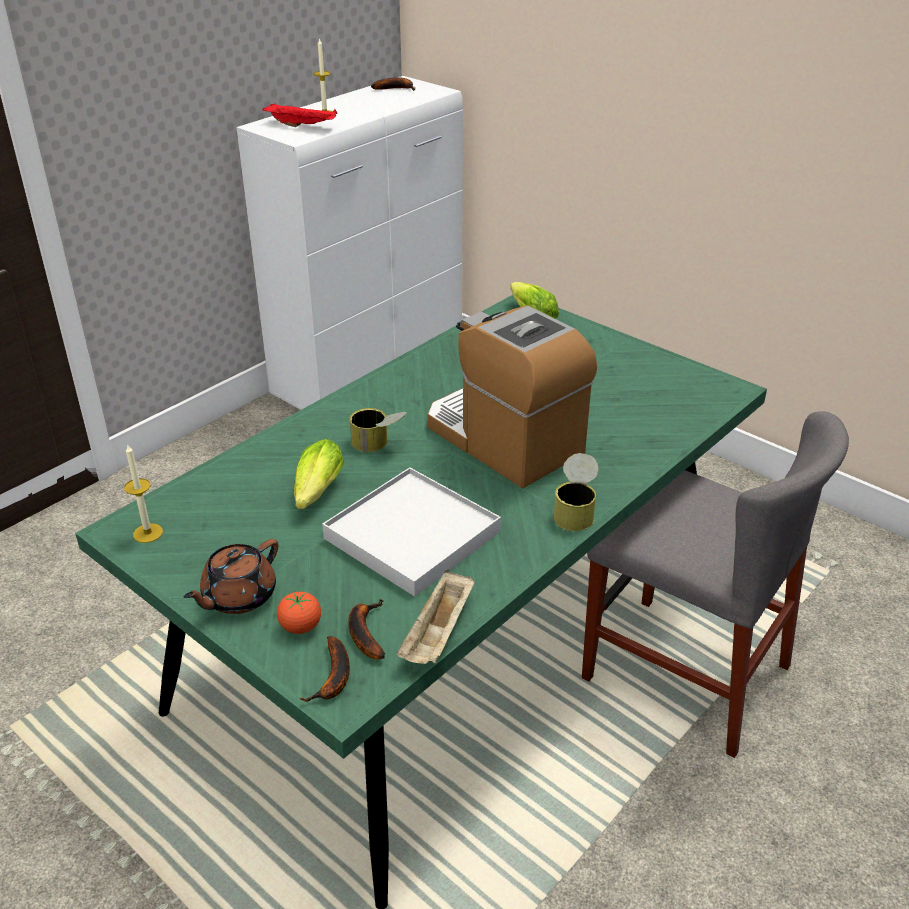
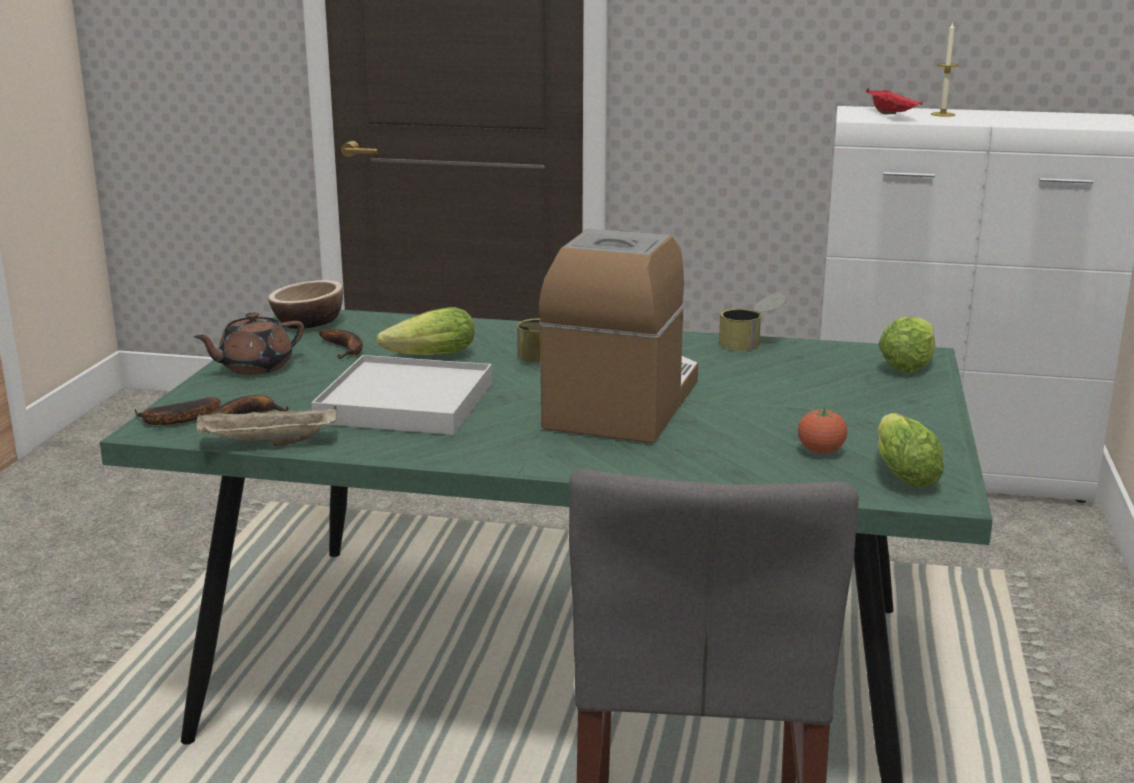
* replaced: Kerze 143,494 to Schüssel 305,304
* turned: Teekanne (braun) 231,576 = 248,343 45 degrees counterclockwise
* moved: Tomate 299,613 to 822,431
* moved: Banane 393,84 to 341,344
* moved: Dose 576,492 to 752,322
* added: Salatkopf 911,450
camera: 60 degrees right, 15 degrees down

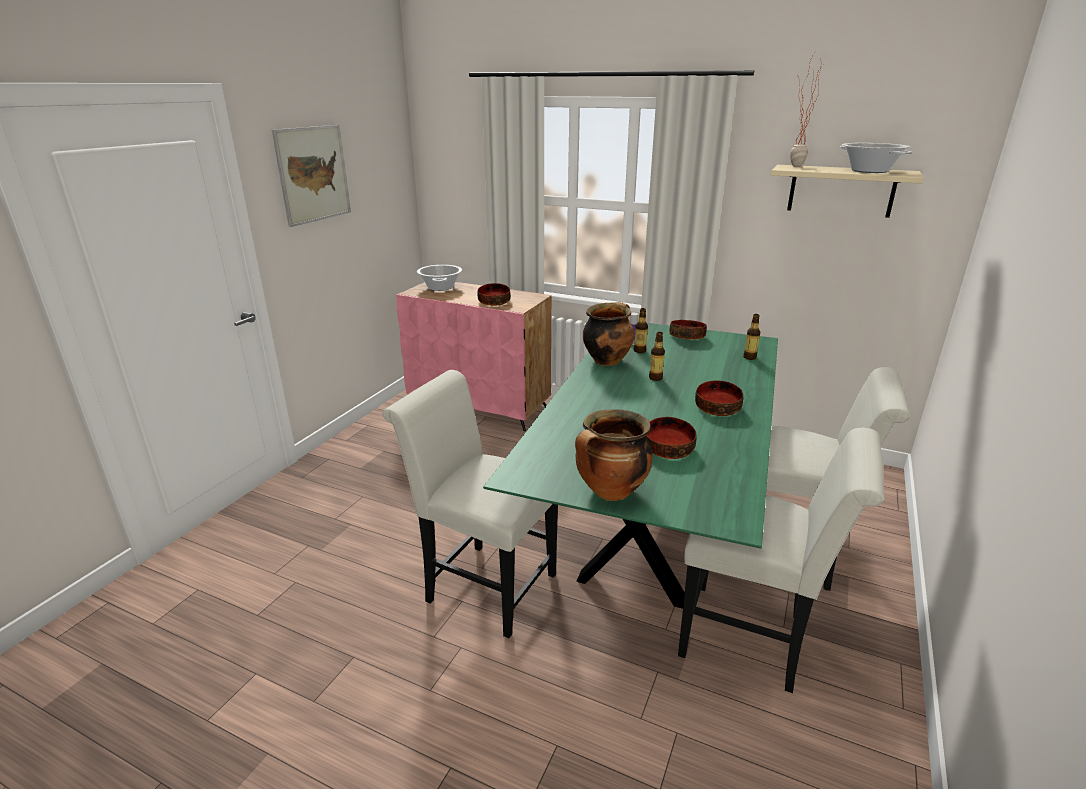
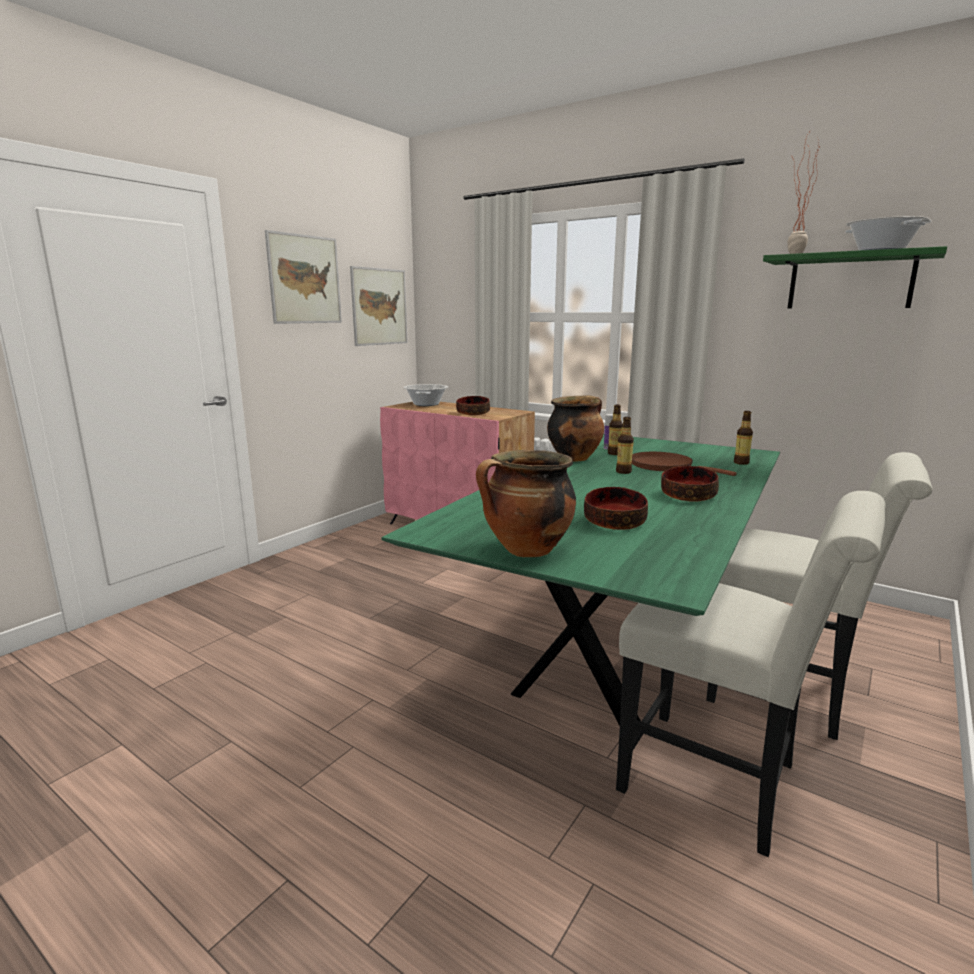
* removed: Stuhl (weiß) 470,504
* removed: Schüssel 688,330
* recoloured: Wandregal (beige) 847,191 to Wandregal (grün) 855,277
* added: Bild 379,306
* added: Pfanne (braun) 684,464
camera: 10 degrees right, 10 degrees down

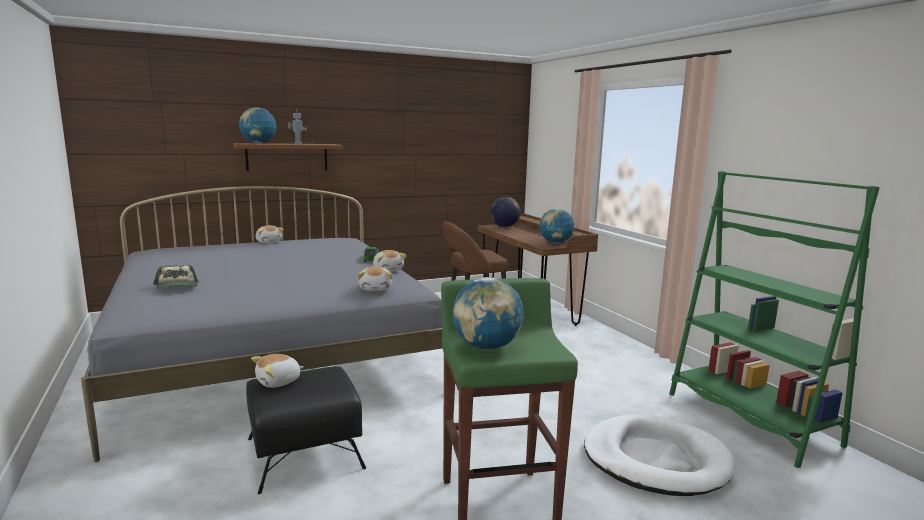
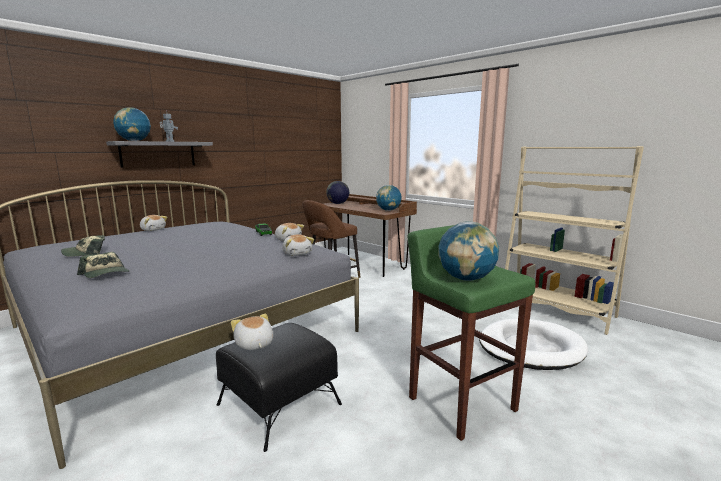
* recoloured: Wandregal (braun) 288,157 to Wandregal (grau) 159,154
* turned: Plüschtier 277,371 = 252,332 120 degrees clockwise
* recoloured: Bücherregal (grün) 774,319 to Bücherregal (beige) 574,240
* added: Kappe 83,246
camera: 20 degrees left, 0 degrees up

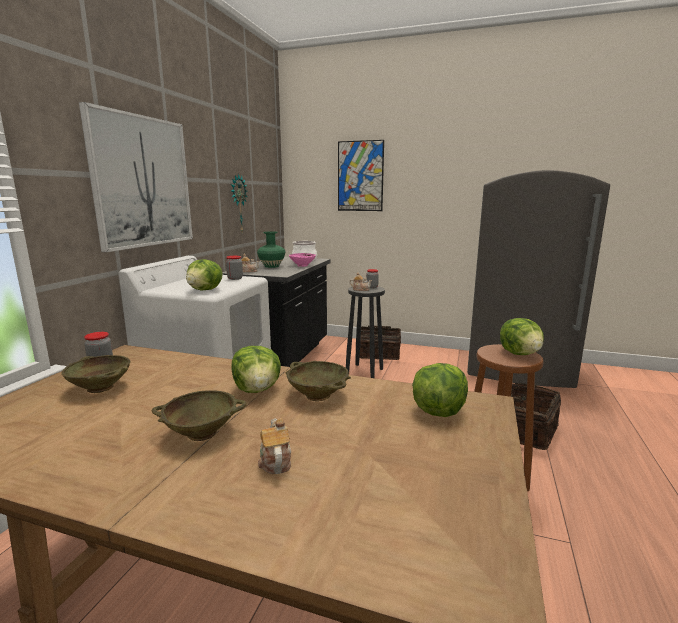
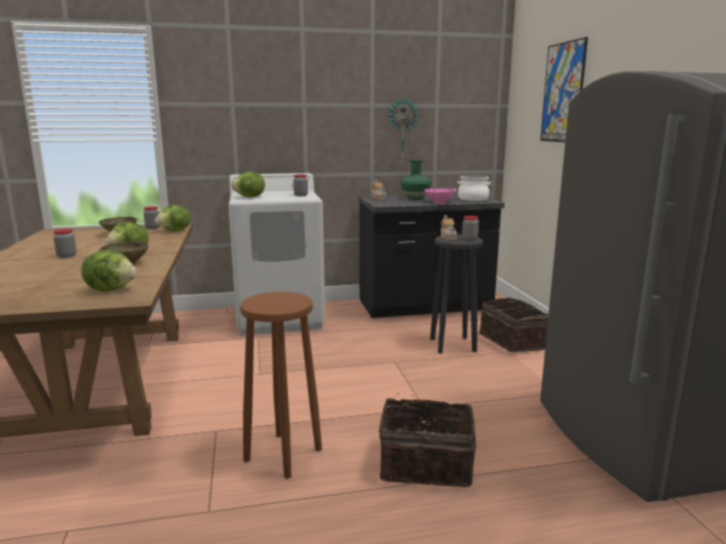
* removed: Bild 136,177
* replaced: Schüssel (beige) 199,415 to Vorratsglas 64,243
* removed: Teekanne 274,446
* moved: Salatkopf 522,336 to 172,218
camera: 60 degrees right, 0 degrees up

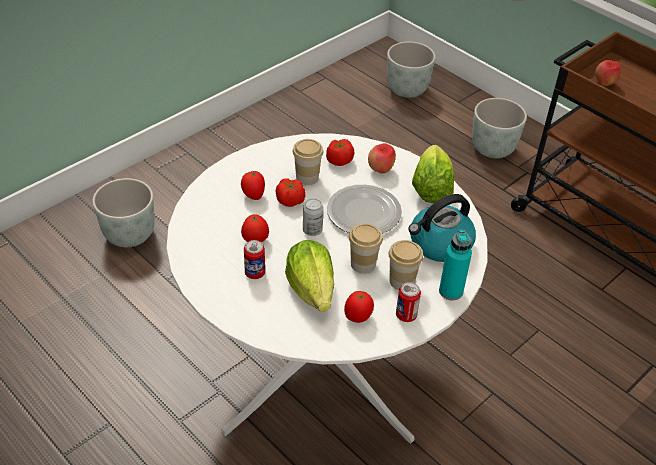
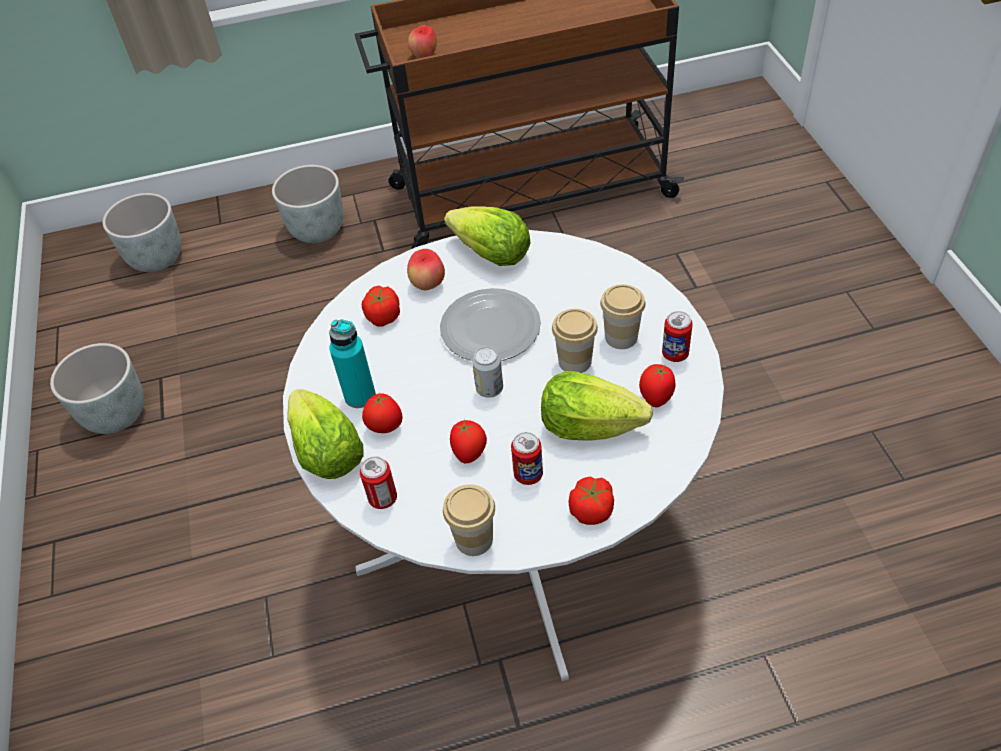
* moved: Pflanzkübel (grau) 123,212 to 97,388
* moved: Tomate 291,192 to 591,500
* moved: Tasse 308,162 to 469,520
* removed: Wasserkessel 442,228
* moved: Flasche (türkis) 455,265 to 352,363
* added: Salatkopf 325,434
* added: Dose 378,482
camera: 55 degrees left, 5 degrees up

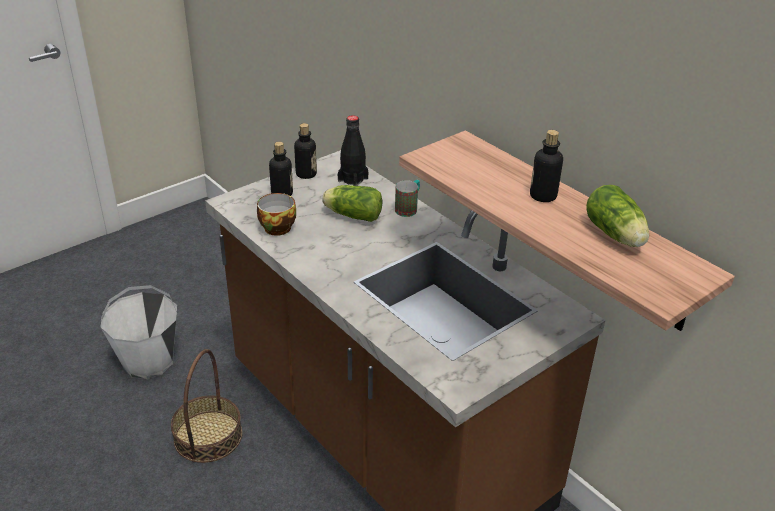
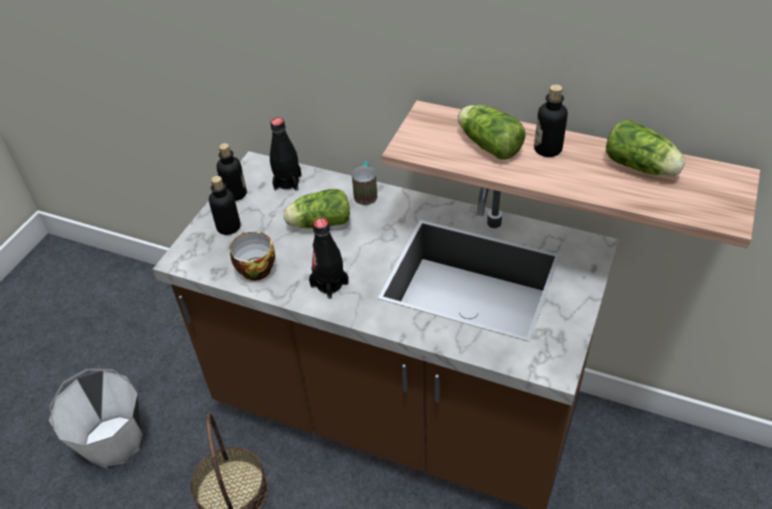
* added: Flasche (schwarz) 329,258
* added: Salatkopf 492,132
camera: 25 degrees left, 10 degrees up

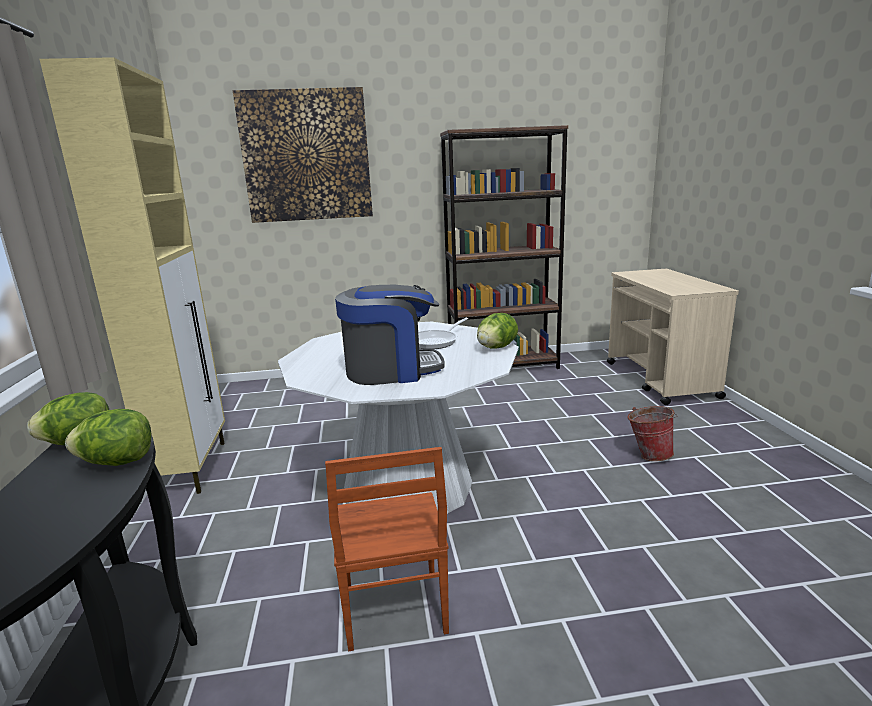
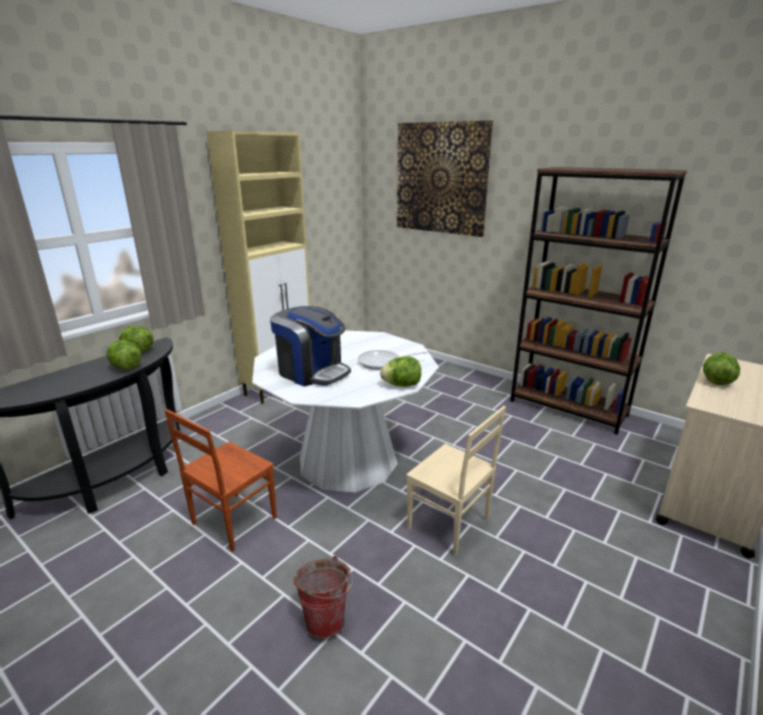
* moved: Eimer 652,433 to 323,597
* added: Stuhl (beige) 456,481
* added: Salatkopf 721,369
camera: 45 degrees right, 5 degrees up

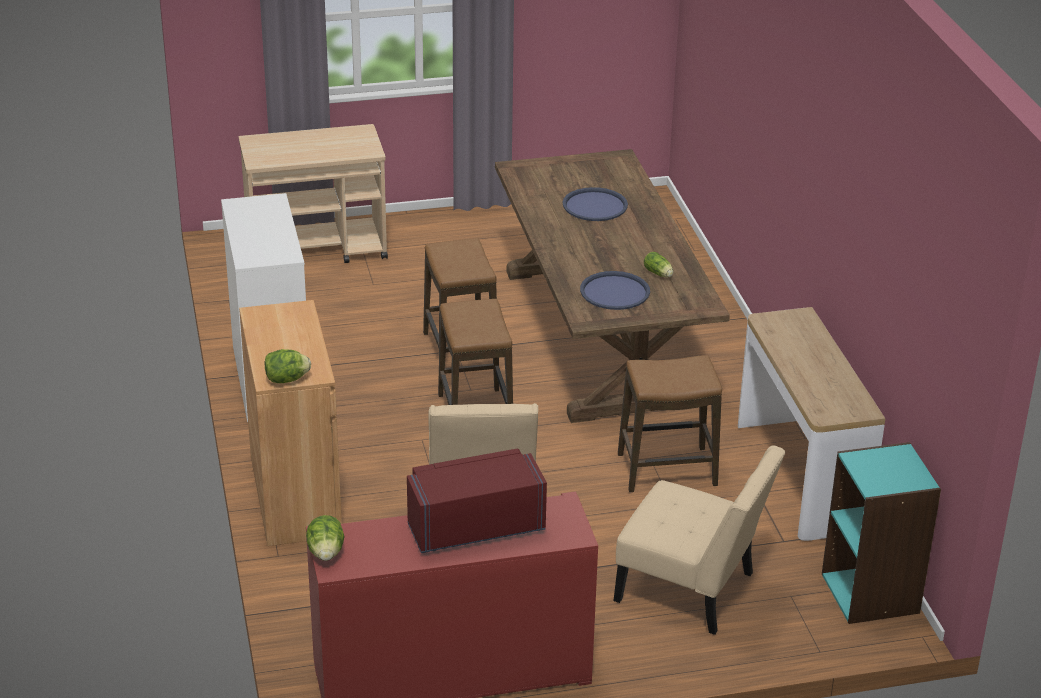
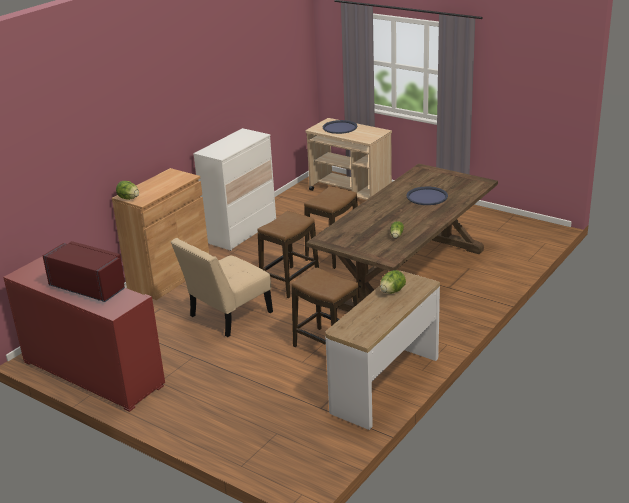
* moved: Salatkopf 325,538 to 393,282
* moved: Tablett (blau) 615,290 to 340,127
* removed: Stuhl (beige) 699,540
* removed: Bücherregal (türkis) 881,533
camera: 50 degrees right, 5 degrees down

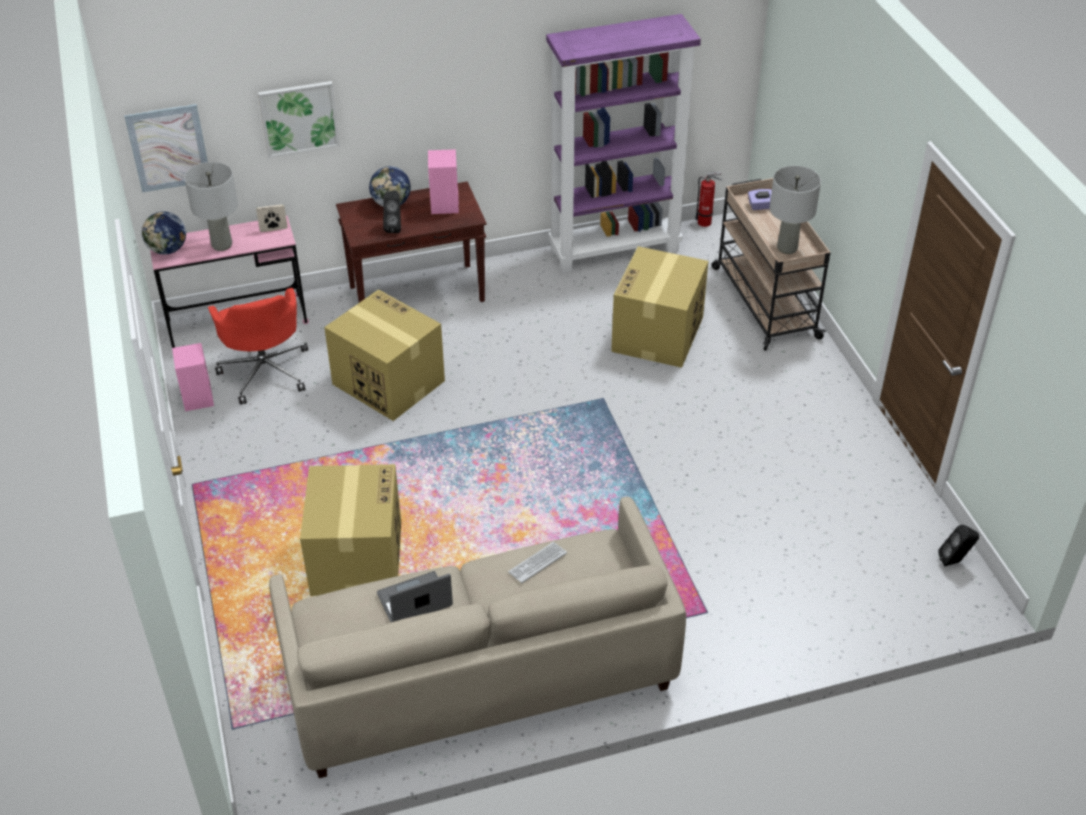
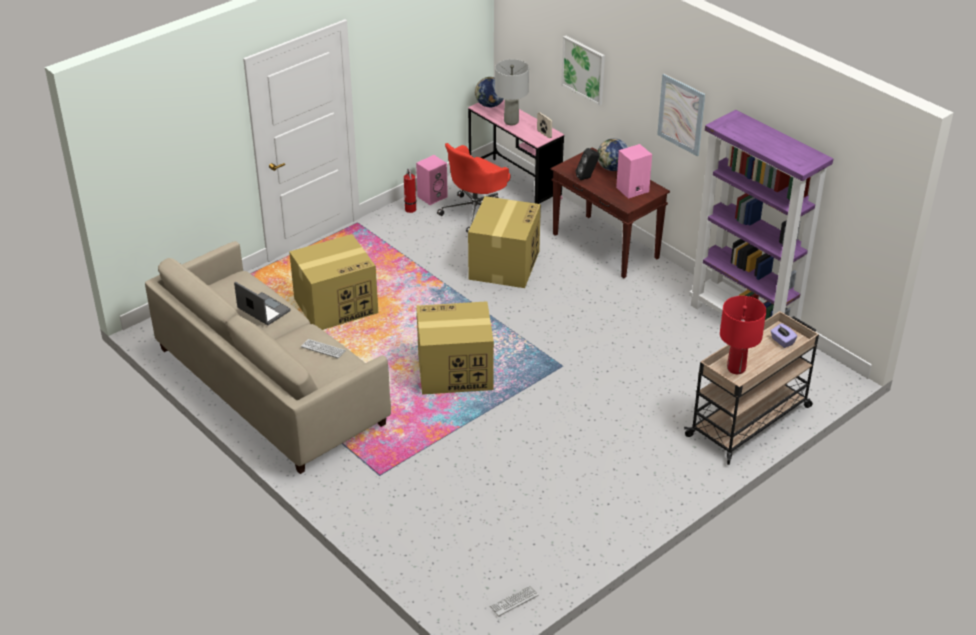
* moved: Bild 166,148 to 681,115
* moved: Karton 659,307 to 455,348
* moved: Feuerlöscher 708,199 to 410,190
* recoloured: Tischlampe (grau) 795,210 to Tischlampe (rot) 743,335
* replaced: Lautsprecher (schwarz) 958,546 to Tastatur 514,600
camera: 65 degrees right, 5 degrees down

